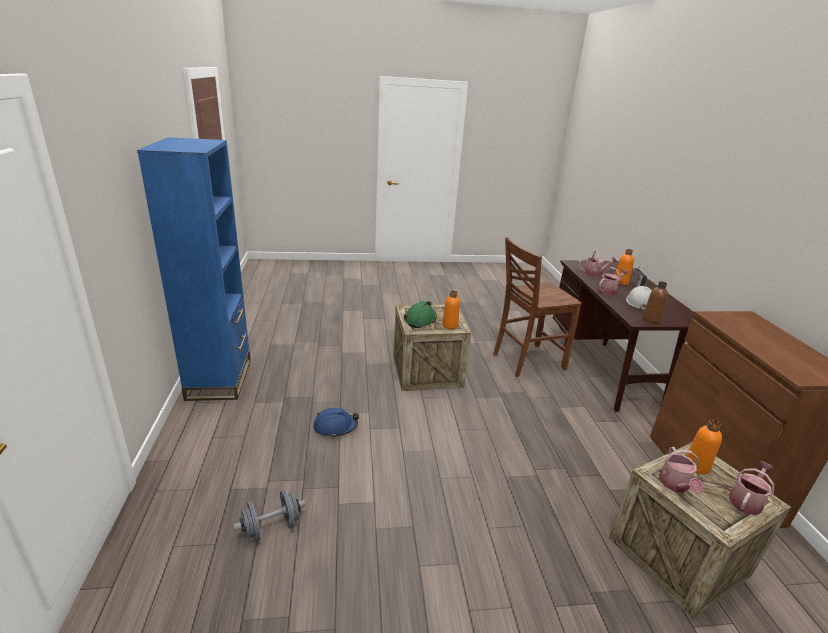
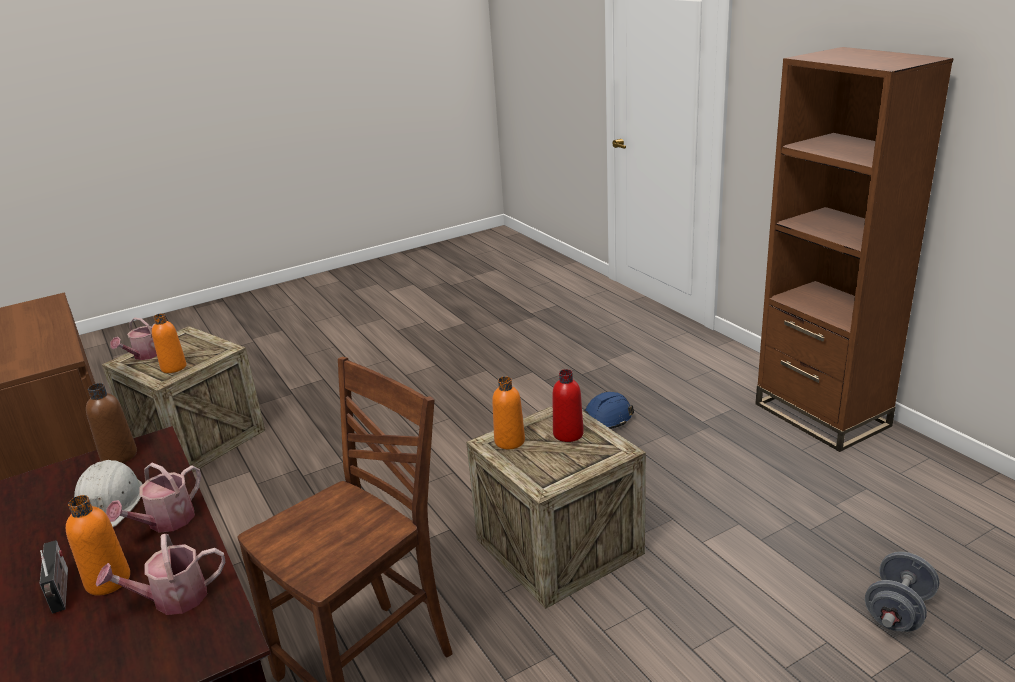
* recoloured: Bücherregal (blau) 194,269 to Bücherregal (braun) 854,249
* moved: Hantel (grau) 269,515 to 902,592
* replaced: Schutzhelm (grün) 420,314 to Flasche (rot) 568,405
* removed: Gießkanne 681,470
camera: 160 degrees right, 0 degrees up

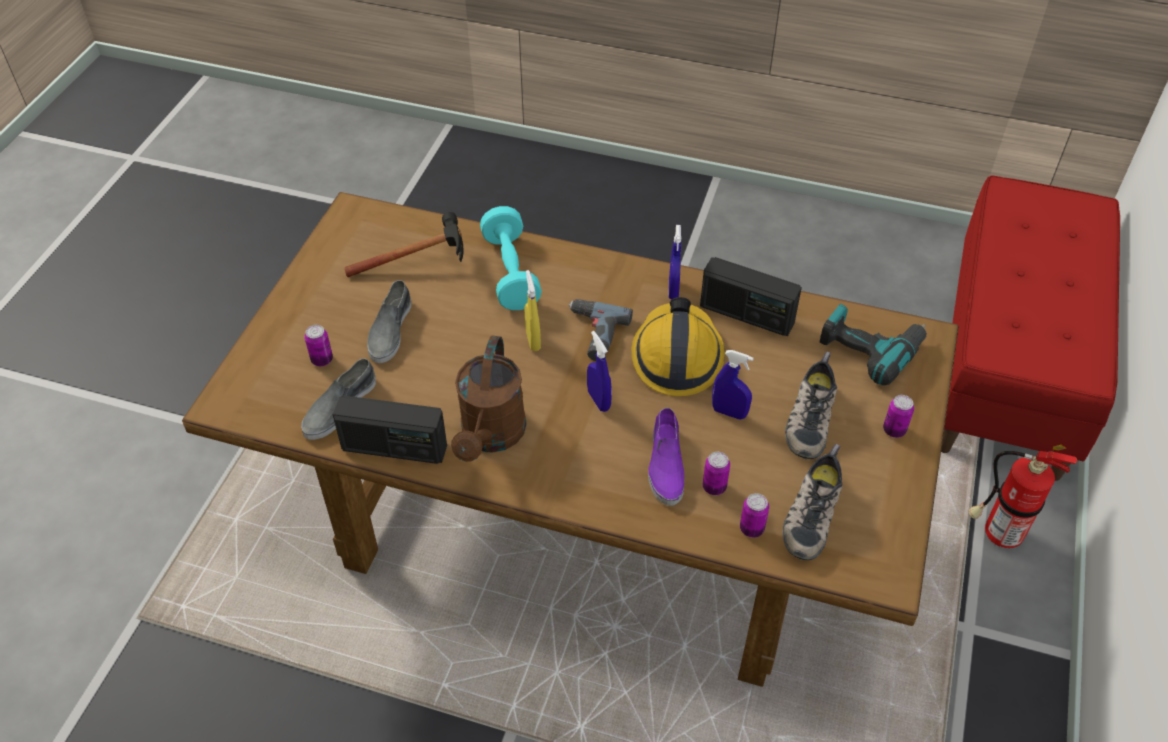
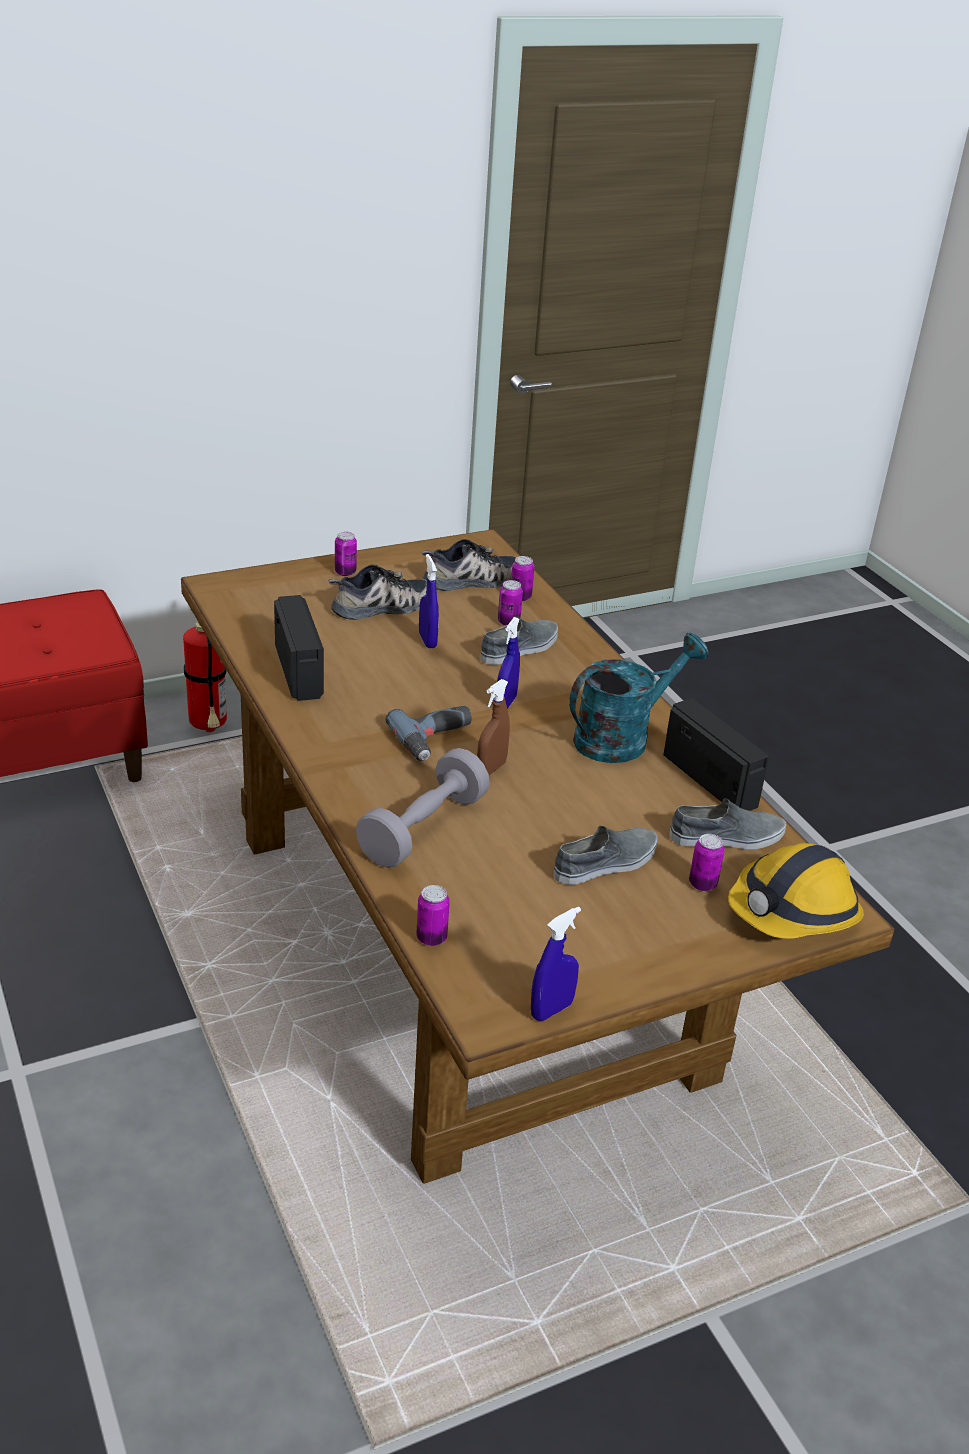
* removed: Hammer 403,244
* recoloured: Gießkanne (braun) 489,399 to Gießkanne (türkis) 638,698
* recoloured: Hantel (türkis) 511,258 to Hantel (grau) 423,808
* recoloured: Sprühflasche (gelb) 533,310 to Sprühflasche (braun) 493,727
* moved: Schutzhelm 678,346 to 796,891
* recoloured: Schuh (lila) 666,457 to Schuh (grau) 519,640
* moved: Sprühflasche (blau) 675,262 to 556,963
* removed: Bohrmaschine 873,345
* added: Dose 433,915
camera: 135 degrees left, 15 degrees down

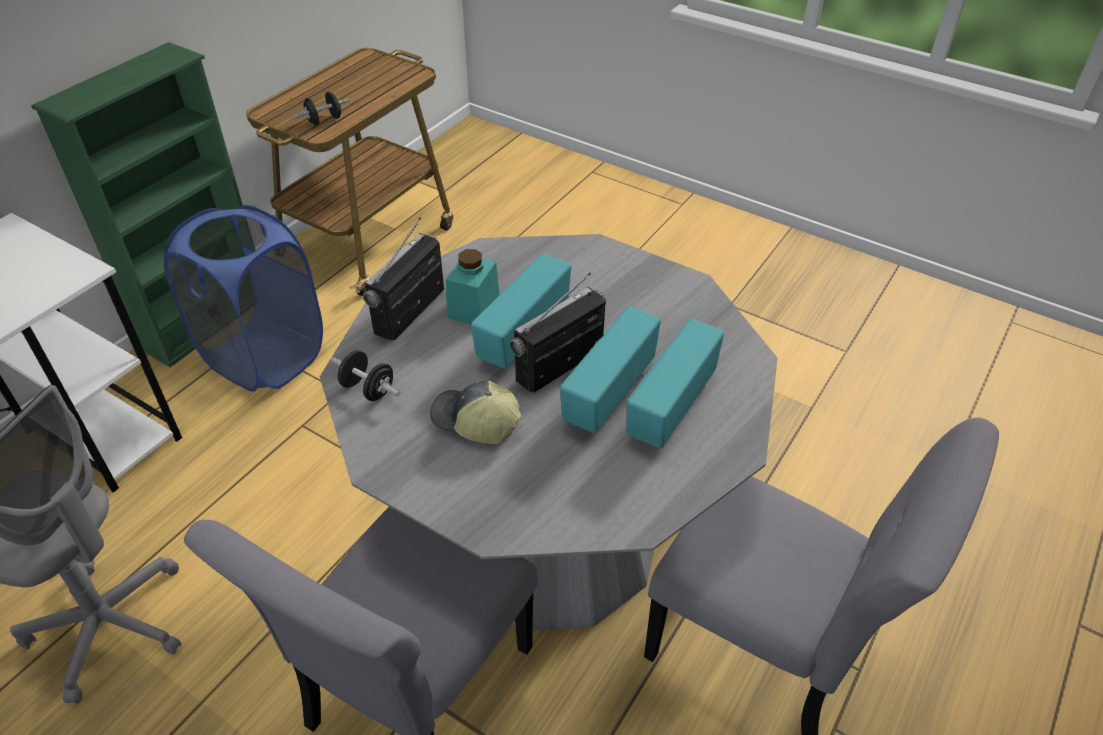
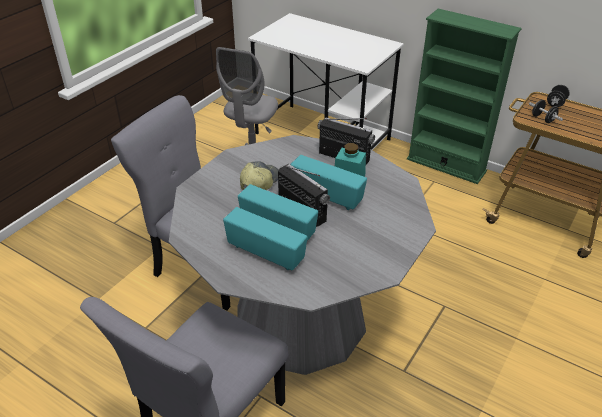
* removed: Wäschekorb (blau) 243,298
* moved: Hantel (schwarz) 365,375 to 558,96
camera: 90 degrees right, 5 degrees down

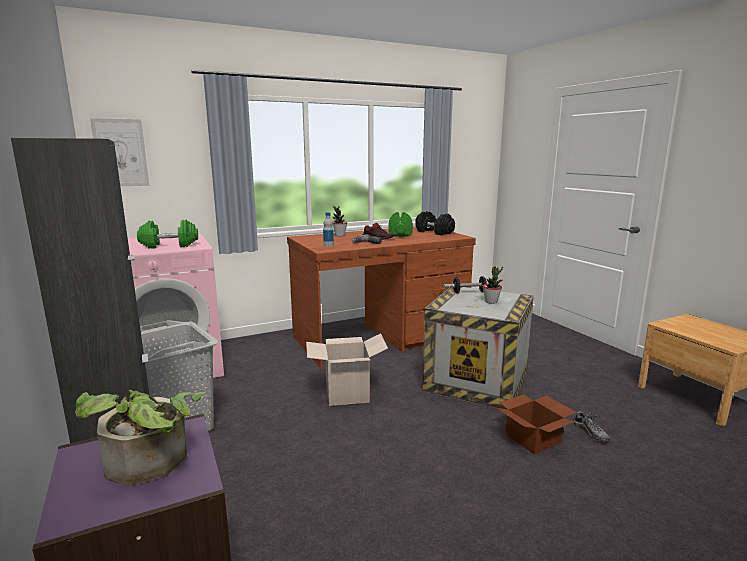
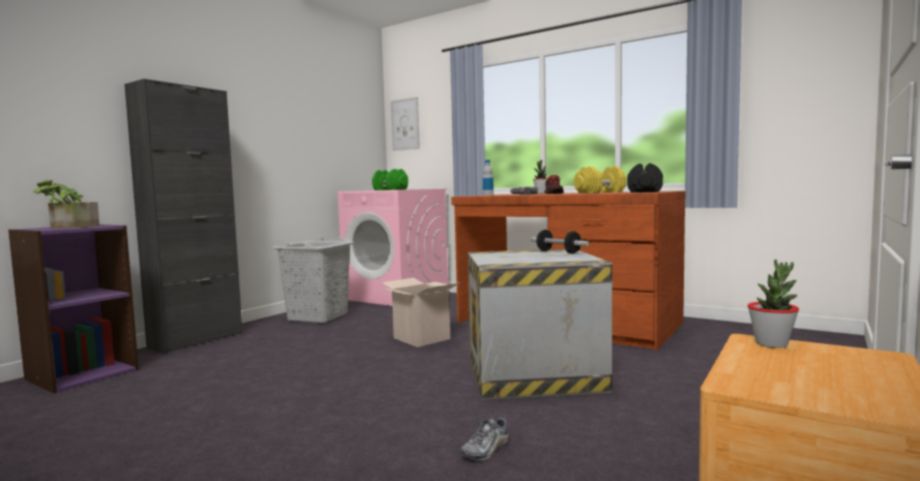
* recoloured: Hantel (grün) 400,224 to Hantel (gelb) 600,179
* moved: Topfpflanze 493,285 to 773,304
* removed: Karton 536,424
camera: 60 degrees right, 10 degrees down

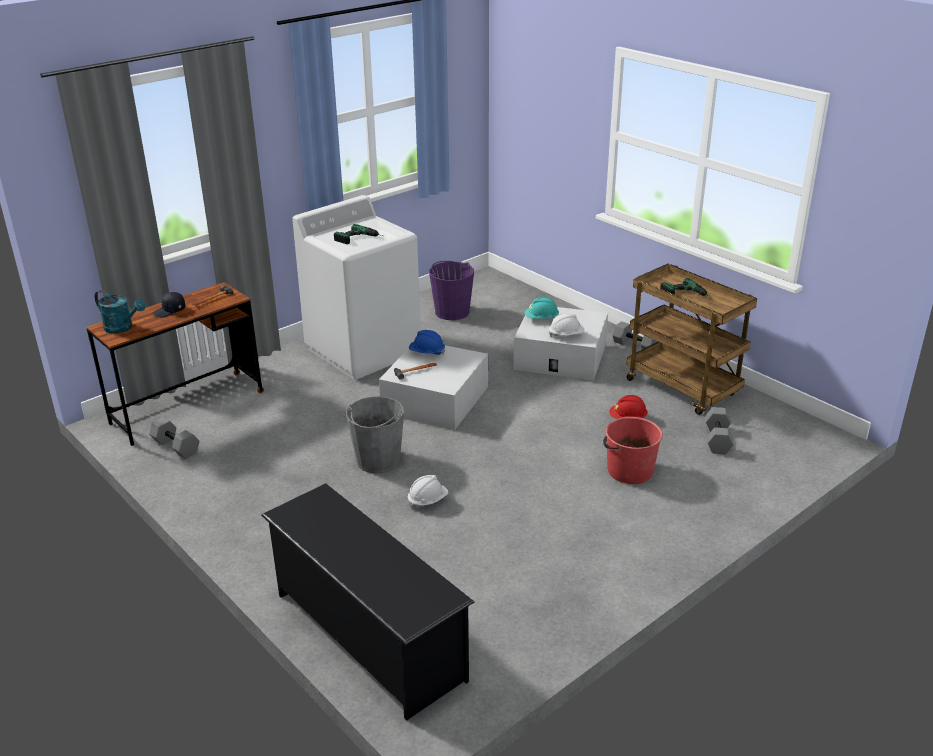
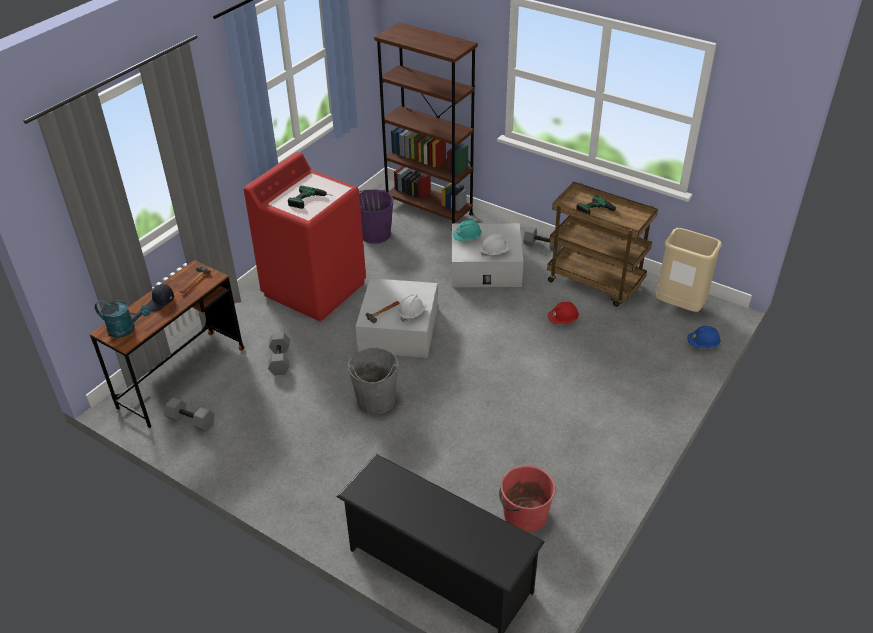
* recoloured: Waschmaschine (weiß) 356,287 to Waschmaschine (rot) 305,236
* moved: Schutzhelm (weiß) 428,492 to 412,308
* moved: Schutzhelm (blau) 427,342 to 704,337
* moved: Eimer (rot) 633,450 to 527,498
* moved: Hantel (grau) 719,430 to 279,353
* added: Bücherregal (braun) 426,126
* added: Mülleimer (beige) 689,270
camera: 15 degrees left, 10 degrees up

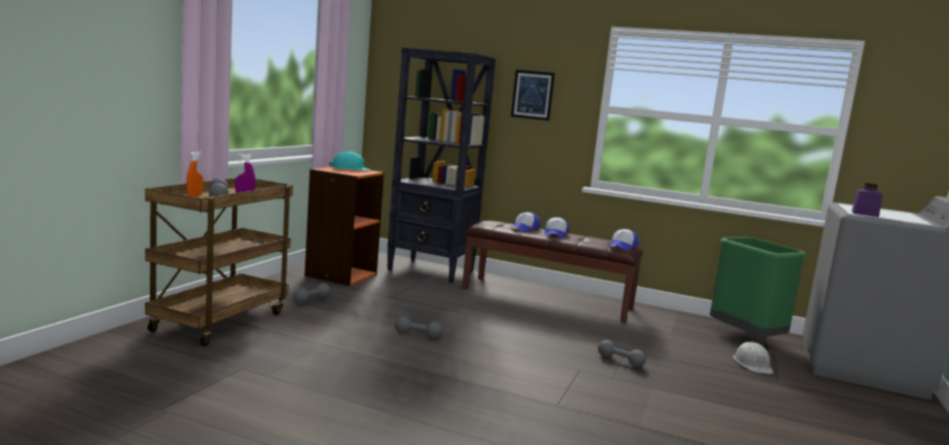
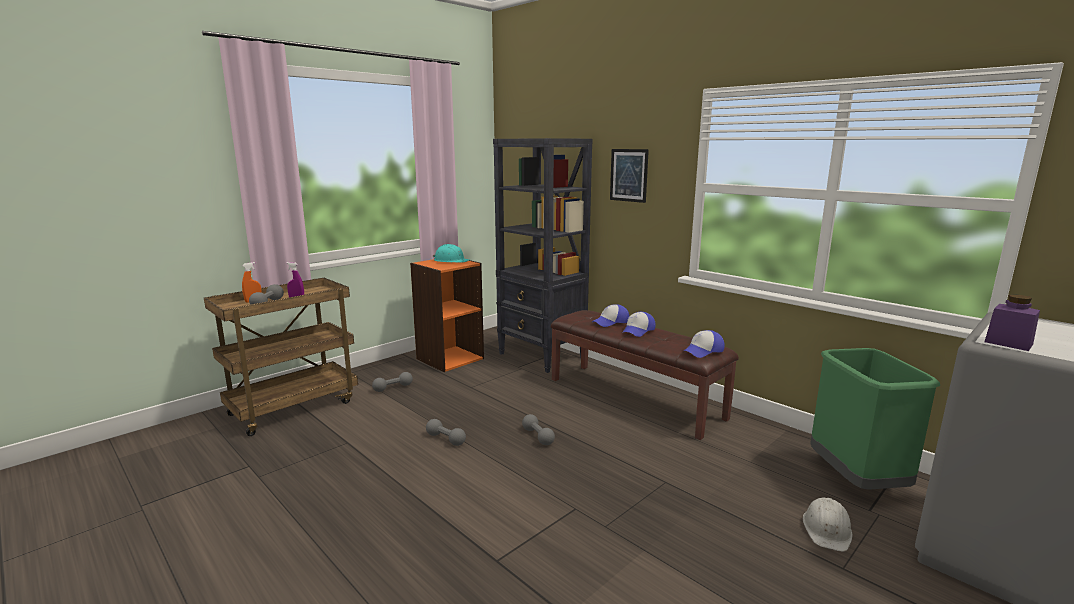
* moved: Hantel (grau) 622,353 to 538,429
camera: 25 degrees right, 5 degrees up

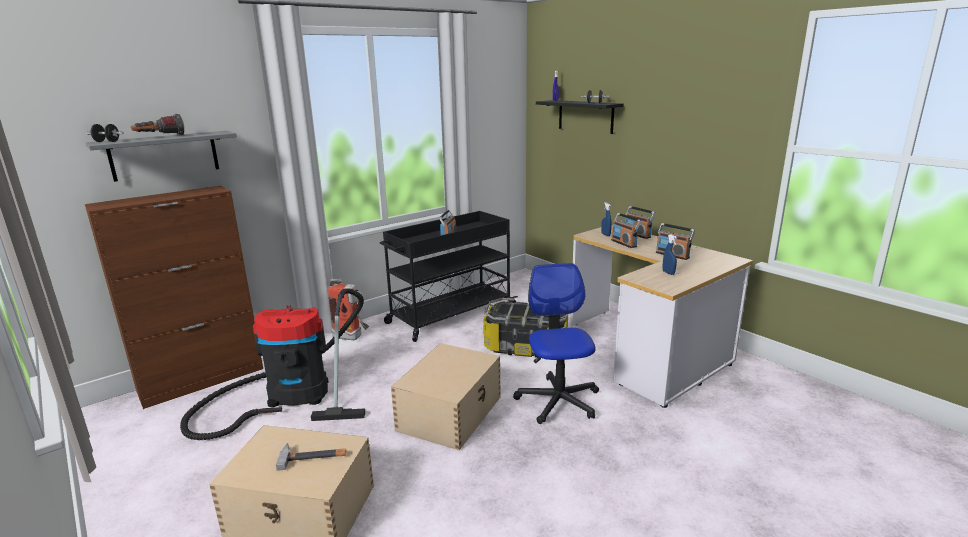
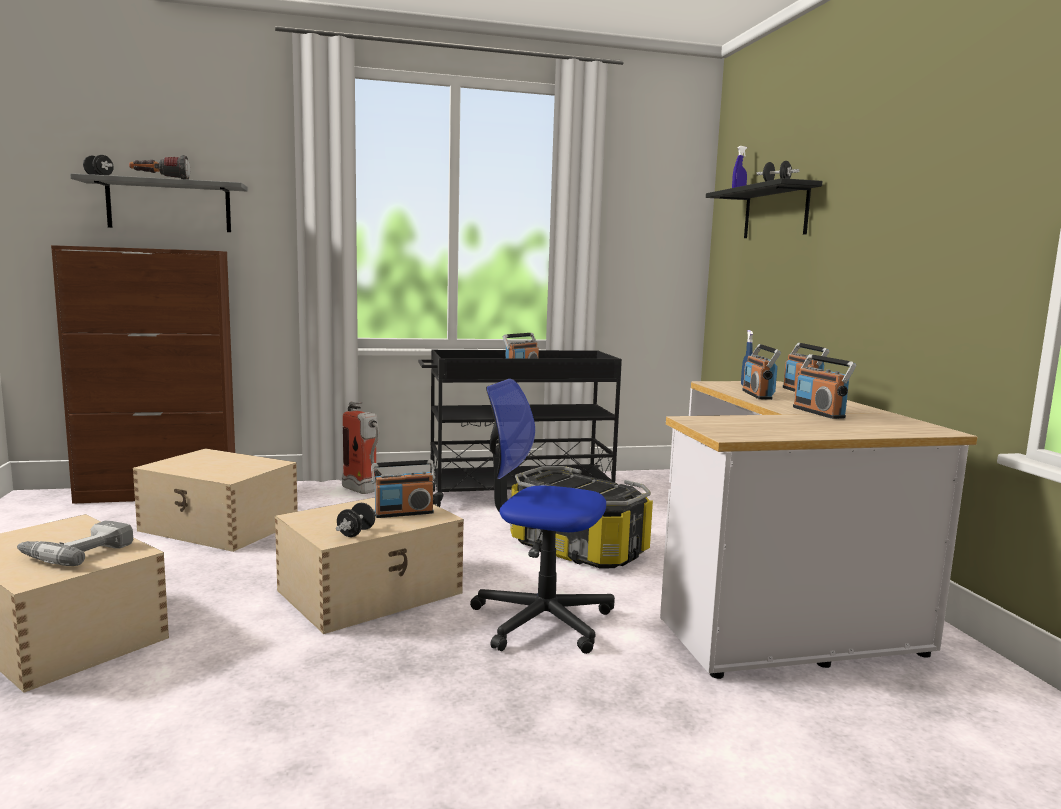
* replaced: Staubsauger 272,364 to Aufbewahrungsbox (beige) 215,500
* replaced: Hammer 311,457 to Bohrmaschine 75,543
* turned: Bürostuhl 556,343 = 542,516 90 degrees counterclockwise
* removed: Sprühflasche (blau) 669,254
* added: Hantel (schwarz) 355,520
* added: Radio 403,489
camera: 25 degrees right, 10 degrees down

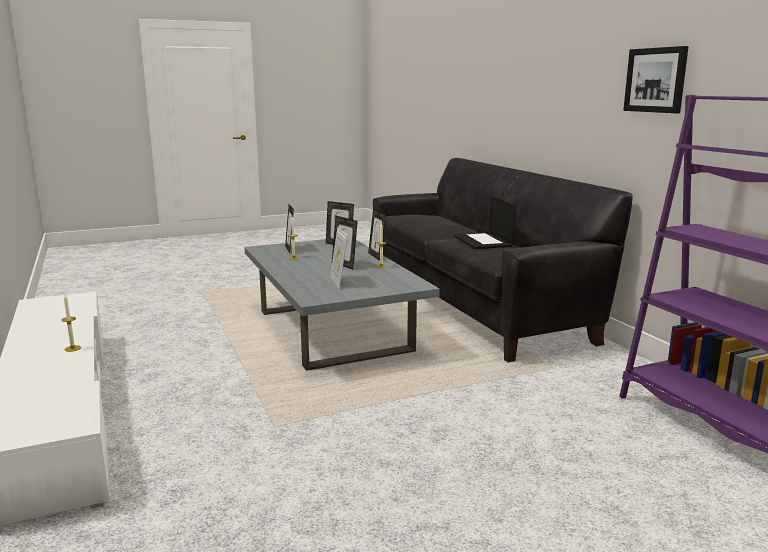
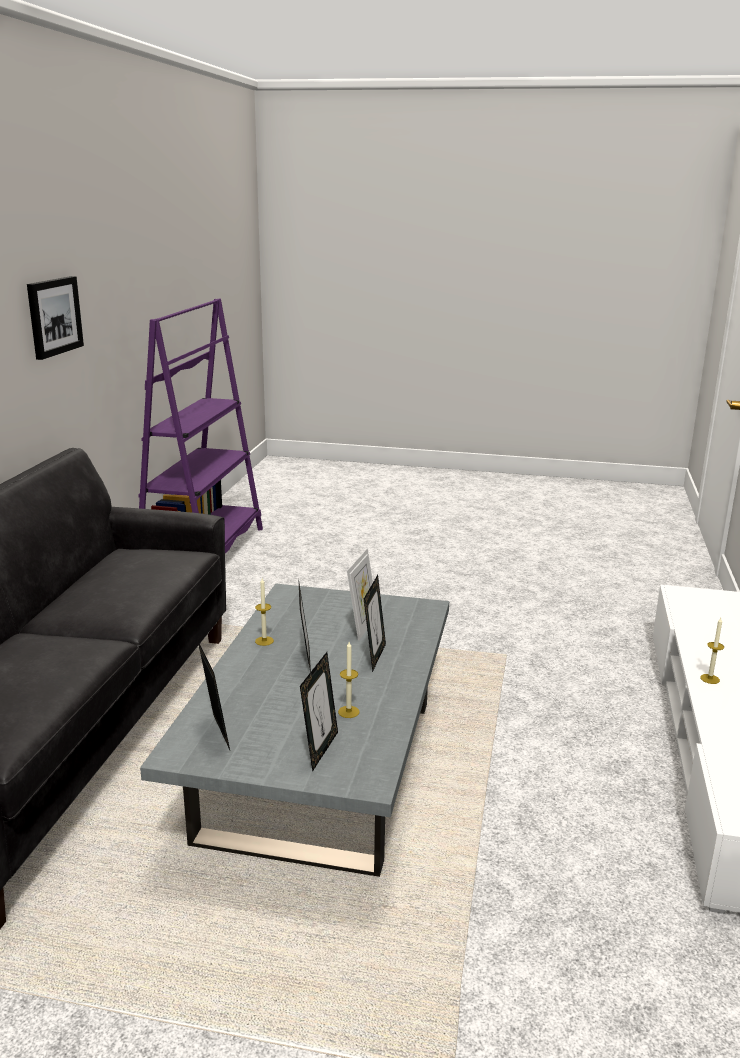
* moved: Bilderrahmen 377,235 to 375,623
* removed: Laptop 485,222
camera: 145 degrees left, 5 degrees up

